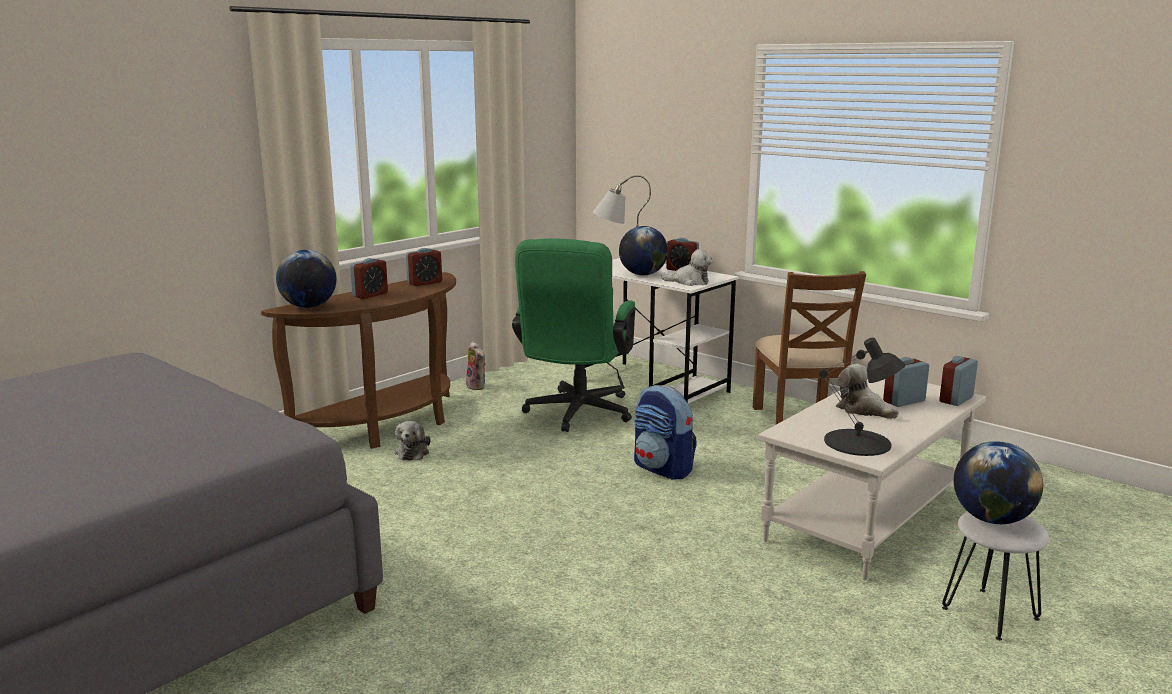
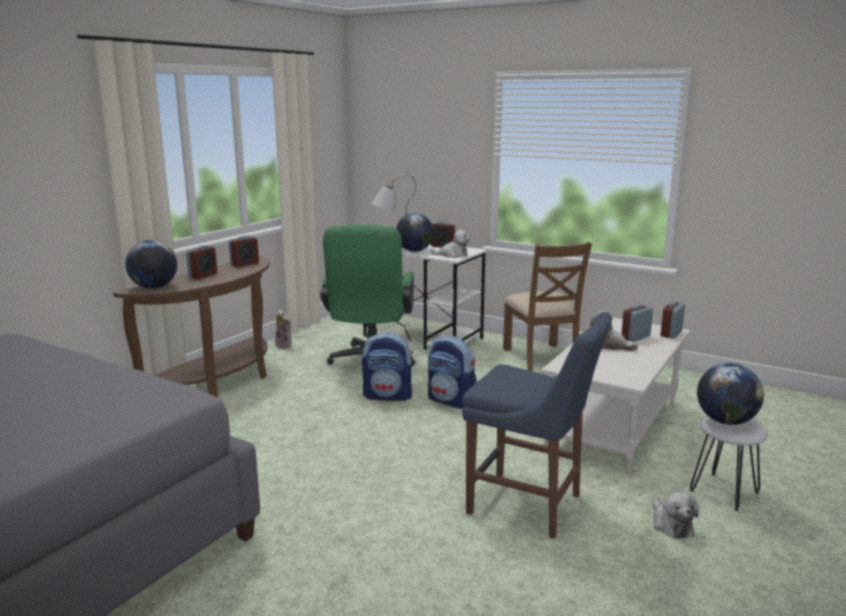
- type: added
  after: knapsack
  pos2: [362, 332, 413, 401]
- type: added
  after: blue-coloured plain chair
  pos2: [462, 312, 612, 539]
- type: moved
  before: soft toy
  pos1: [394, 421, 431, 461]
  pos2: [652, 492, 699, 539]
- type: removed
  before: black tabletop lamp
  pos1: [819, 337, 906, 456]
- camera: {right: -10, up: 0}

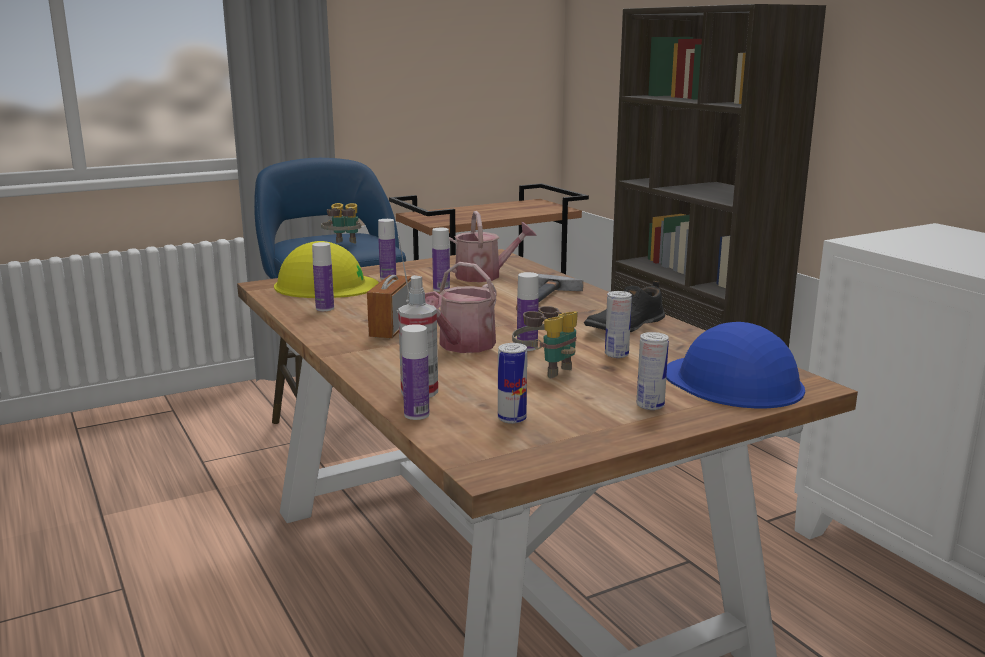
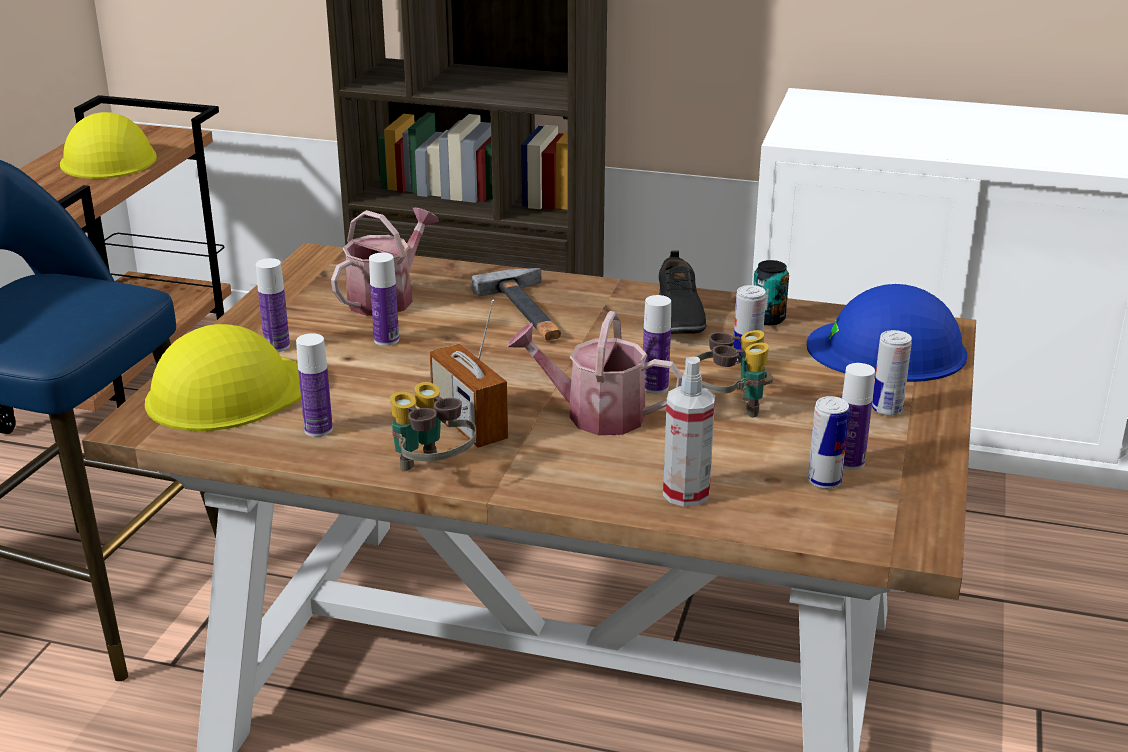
- type: added
  after: yellow-coloured safety helmet
  pos2: [60, 112, 157, 179]
- type: moved
  before: field glasses
  pos1: [321, 203, 361, 244]
  pos2: [390, 382, 476, 472]
- type: turned
  before: sprinkling can
  pos1: [425, 262, 497, 353]
  pos2: [507, 311, 683, 435]
  turn: 120
- type: added
  after: can
  pos2: [753, 260, 789, 325]
- type: moved
  before: beverage bottle
  pos1: [402, 324, 429, 420]
  pos2: [842, 363, 875, 470]
- camera: {right: -45, up: 10}

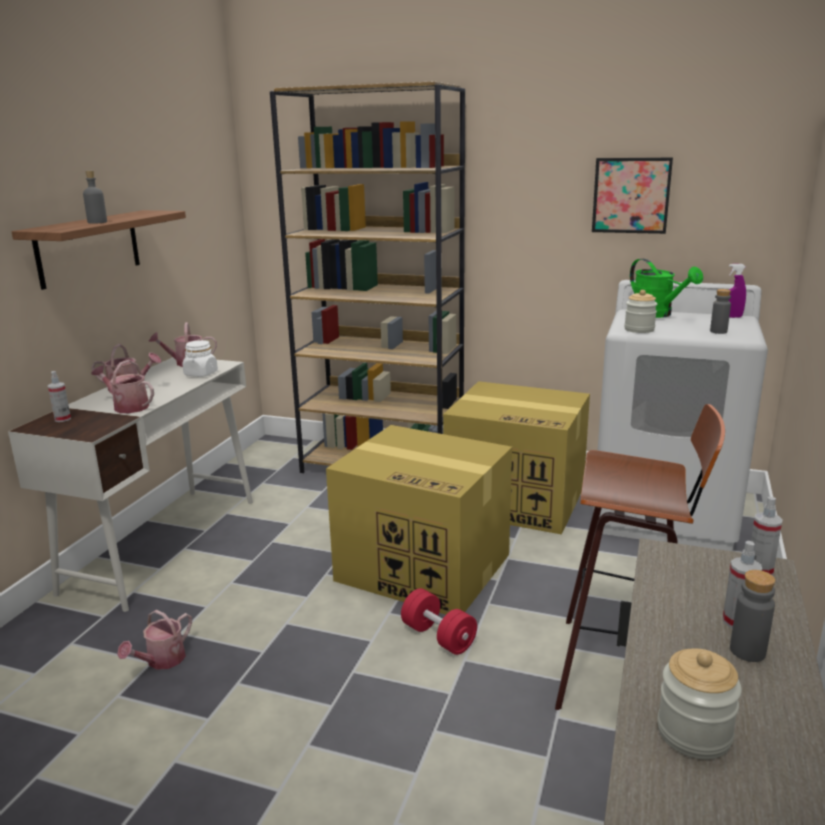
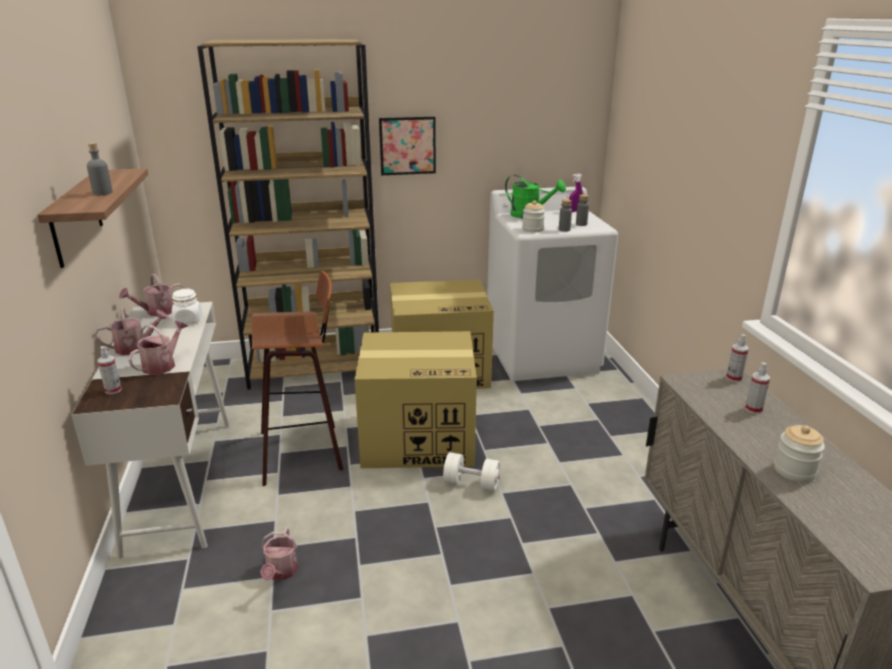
- type: turned
  before: sprinkling can
  pos1: [91, 360, 154, 413]
  pos2: [128, 320, 188, 375]
  turn: 120
- type: moved
  before: stool seat
  pos1: [555, 404, 725, 710]
  pos2: [252, 271, 343, 486]
- type: moved
  before: wall picture
  pos1: [592, 158, 673, 234]
  pos2: [379, 117, 436, 175]
- type: recoloured
  before: reddish free weight
  after: white free weight
  pos1: [401, 588, 477, 655]
  pos2: [443, 452, 500, 491]
- type: moved
  before: grey beverage bottle
  pos1: [730, 570, 776, 662]
  pos2: [559, 199, 572, 232]
- camera: {right: -30, up: 5}

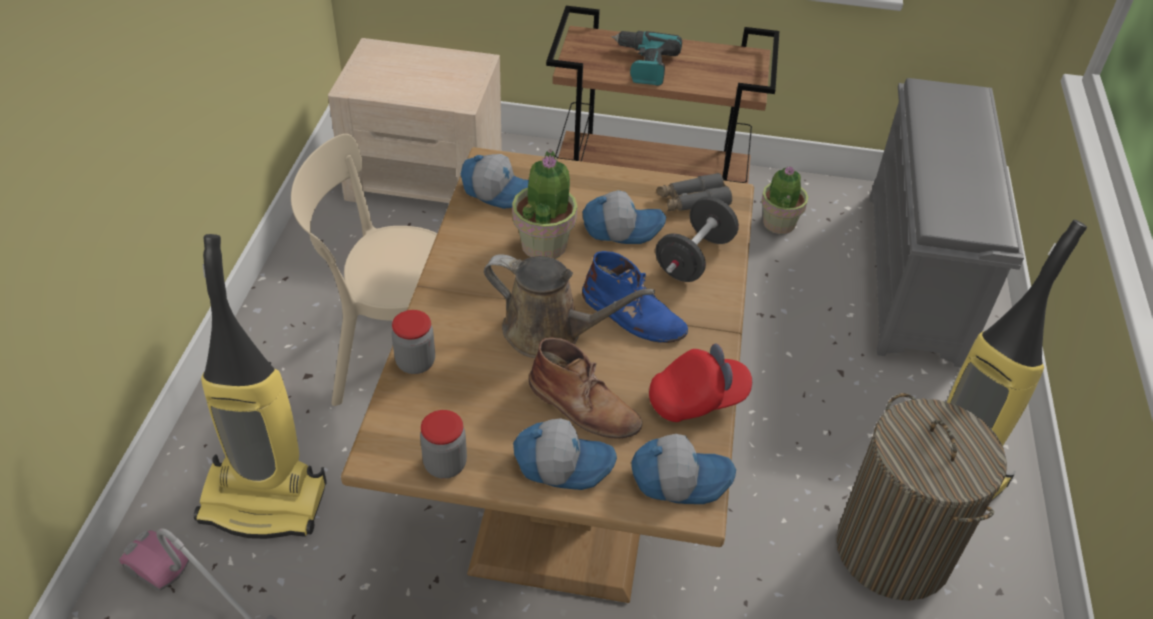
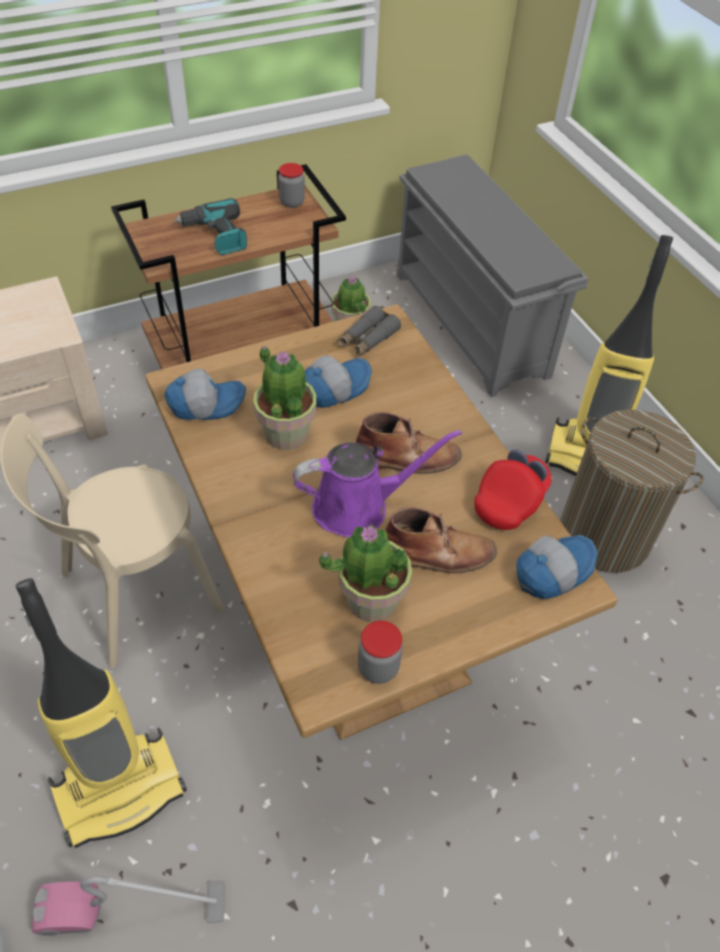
- type: moved
  before: jar
  pos1: [392, 310, 435, 374]
  pos2: [278, 163, 305, 208]
- type: recoloured
  before: brown sprinkling can
  after: purple sprinkling can
  pos1: [484, 254, 655, 358]
  pos2: [293, 429, 462, 537]
- type: added
  after: plant in a pot
  pos2: [319, 524, 412, 622]
- type: recoloured
  before: blue-coloured high-top boot
  after: brown high-top boot
  pos1: [582, 251, 688, 343]
  pos2: [356, 412, 462, 474]
- type: removed
  before: baseball cap
  pos1: [513, 418, 617, 490]
- type: removed
  before: black free weight
  pos1: [655, 197, 739, 282]
- camera: {right: -35, up: 5}

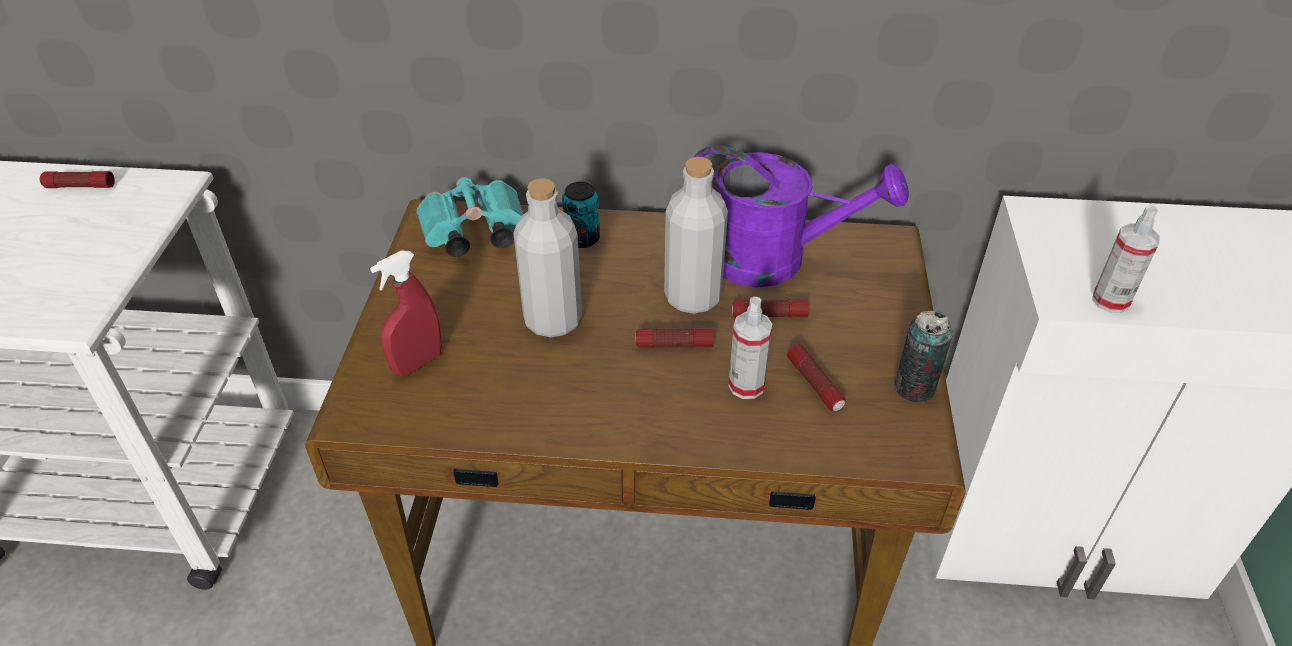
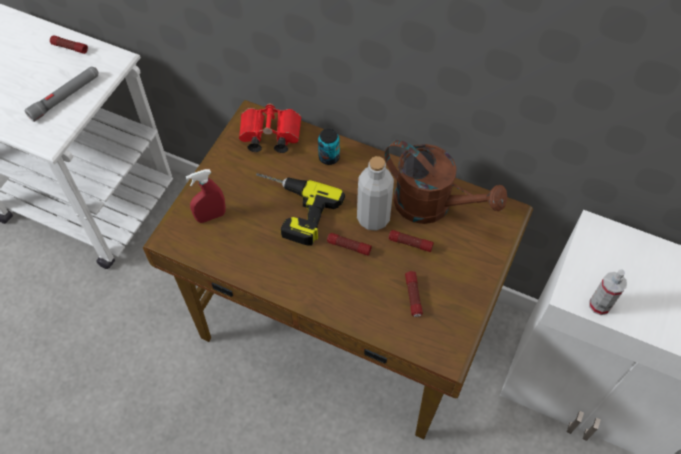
- type: added
  after: grey hand torch
  pos2: [25, 67, 98, 122]
- type: recoloured
  before: turquoise field glasses
  after: reddish field glasses
  pos1: [416, 177, 523, 257]
  pos2: [239, 103, 302, 153]
- type: replaced
  before: grey beverage bottle
  after: drill
  pos1: [513, 178, 582, 338]
  pos2: [256, 173, 345, 246]
- type: recoloured
  before: purple sprinkling can
  after: brown sprinkling can
  pos1: [694, 145, 909, 287]
  pos2: [384, 140, 507, 224]
- type: removed
  before: hand sprayer
  pos1: [729, 297, 772, 399]
- type: removed
  before: can
  pos1: [894, 311, 953, 403]
- camera: {right: 20, up: 15}

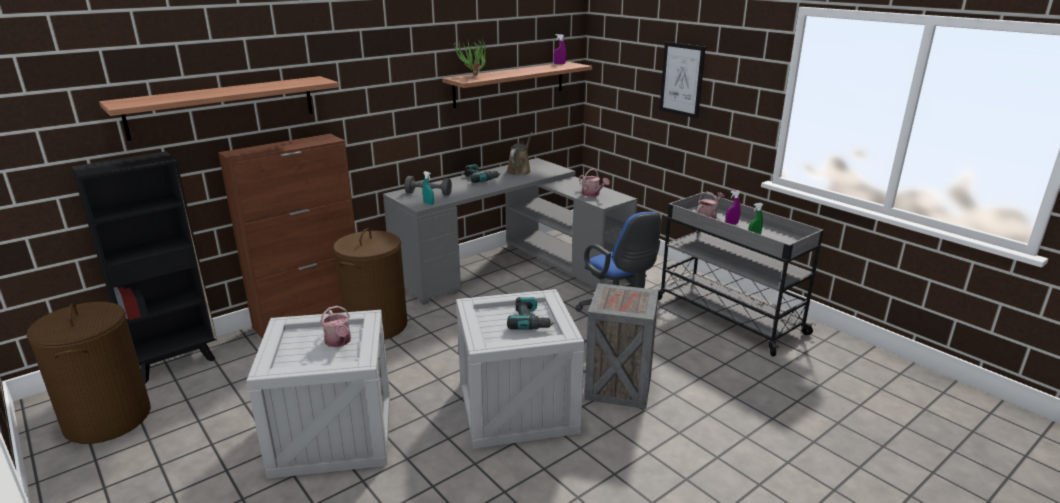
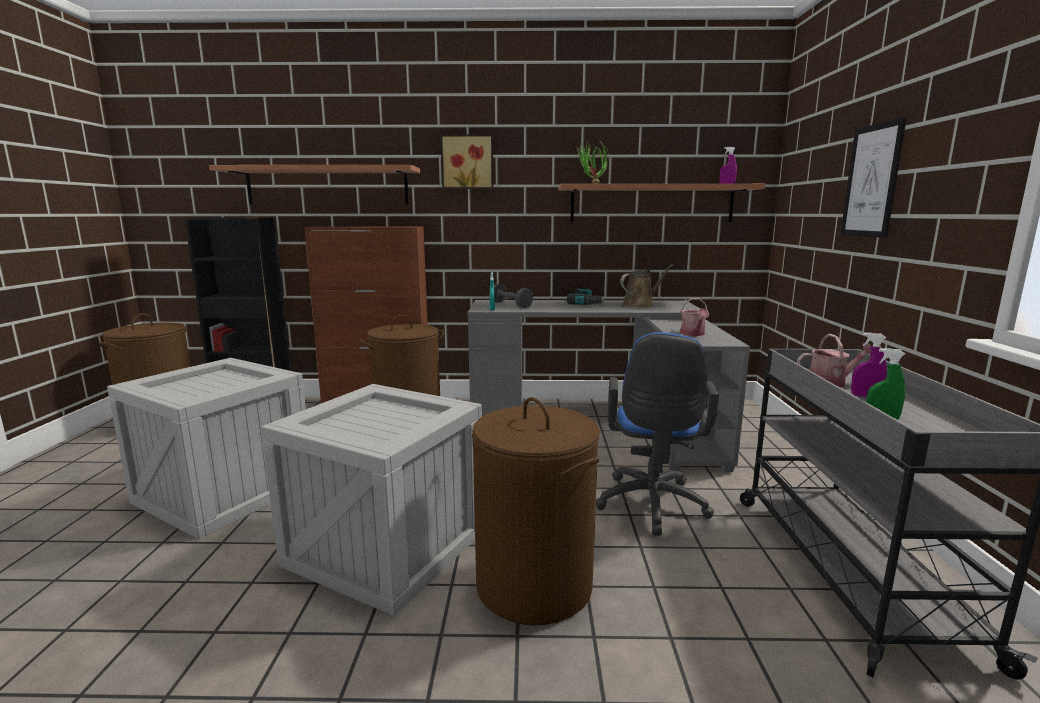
- type: added
  after: wall picture
  pos2: [441, 135, 493, 189]
- type: replaced
  before: crate
  after: brown laundry basket
  pos1: [585, 283, 659, 409]
  pos2: [472, 397, 600, 625]
- type: removed
  before: sprinkling can
  pos1: [320, 306, 351, 347]
- type: removed
  before: drill
  pos1: [507, 297, 556, 330]
- camera: {right: 40, up: -10}

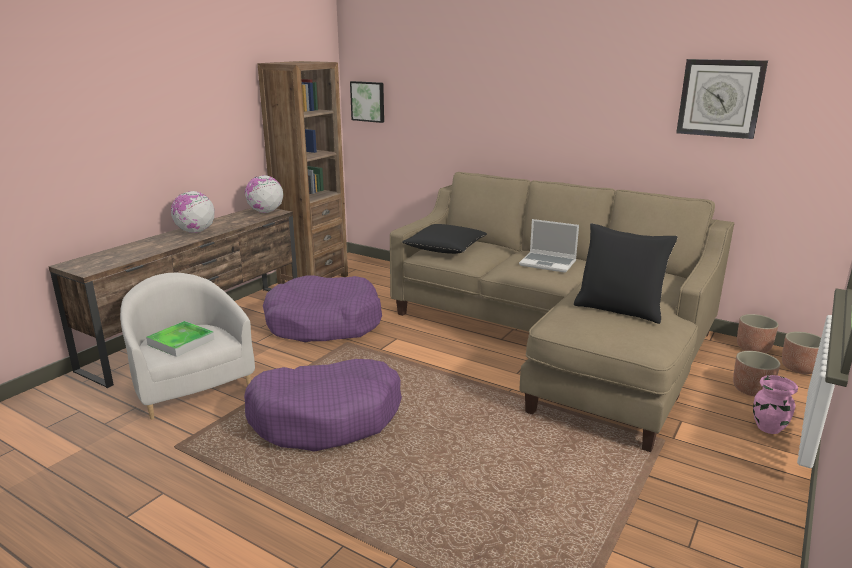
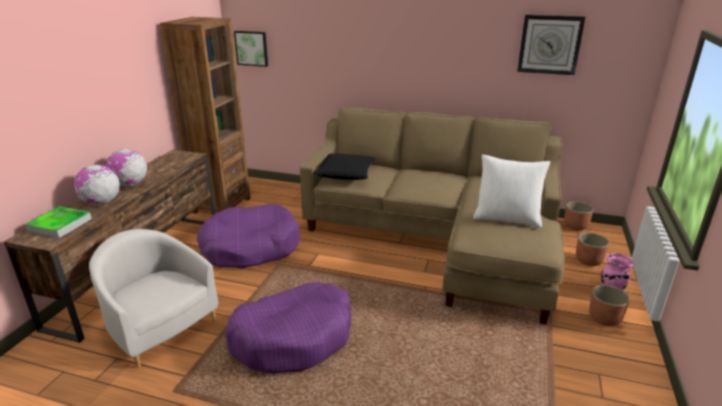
- type: moved
  before: serving tray
  pos1: [146, 321, 214, 357]
  pos2: [25, 206, 92, 238]
- type: moved
  before: desk globe
  pos1: [245, 175, 283, 213]
  pos2: [74, 165, 120, 205]
- type: recoloured
  before: black cushion
  after: white cushion
  pos1: [574, 223, 678, 324]
  pos2: [473, 154, 550, 228]
- type: moved
  before: flower pot
  pos1: [782, 331, 821, 374]
  pos2: [589, 285, 630, 326]
- type: removed
  before: portable computer
  pos1: [519, 219, 579, 273]
- camera: {right: -15, up: 5}

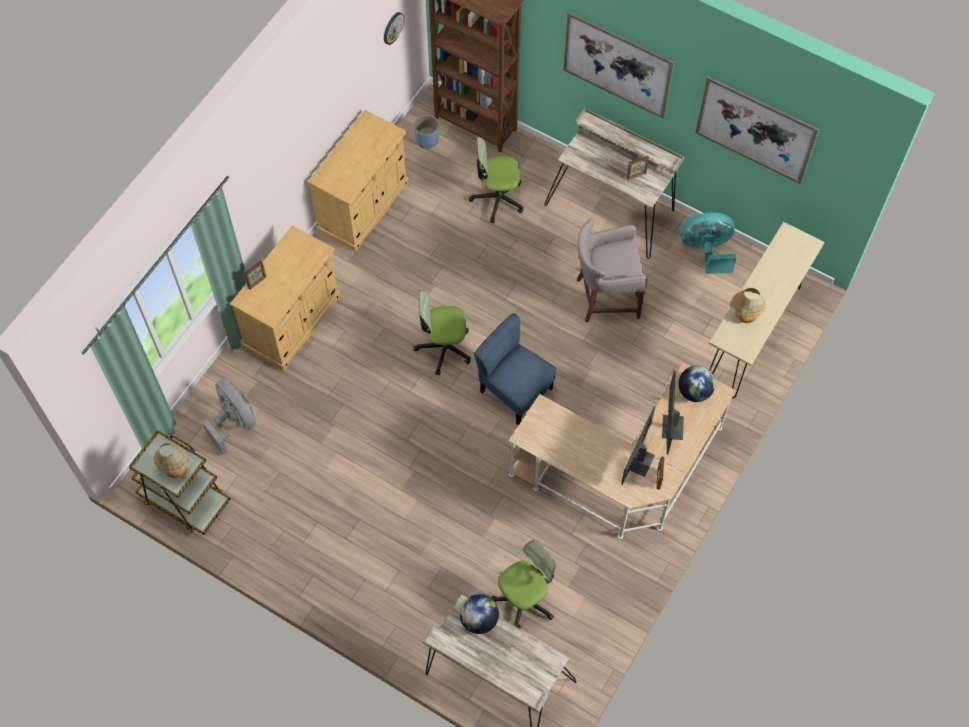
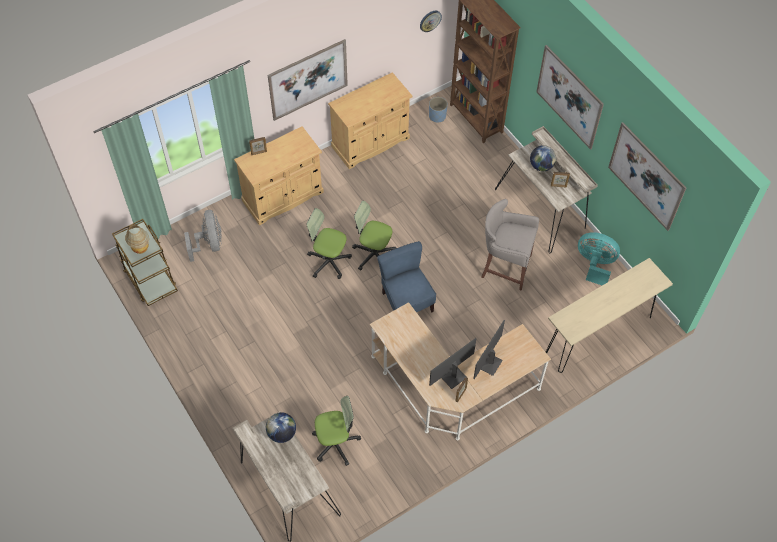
- type: added
  after: wall picture
  pos2: [268, 39, 348, 121]
- type: moved
  before: computer chair
  pos1: [469, 137, 523, 223]
  pos2: [306, 208, 352, 279]
- type: moved
  before: desk globe
  pos1: [678, 366, 715, 402]
  pos2: [530, 145, 556, 171]
- type: removed
  before: tabletop lamp
  pos1: [731, 288, 766, 323]
- camera: {right: 25, up: -5}

